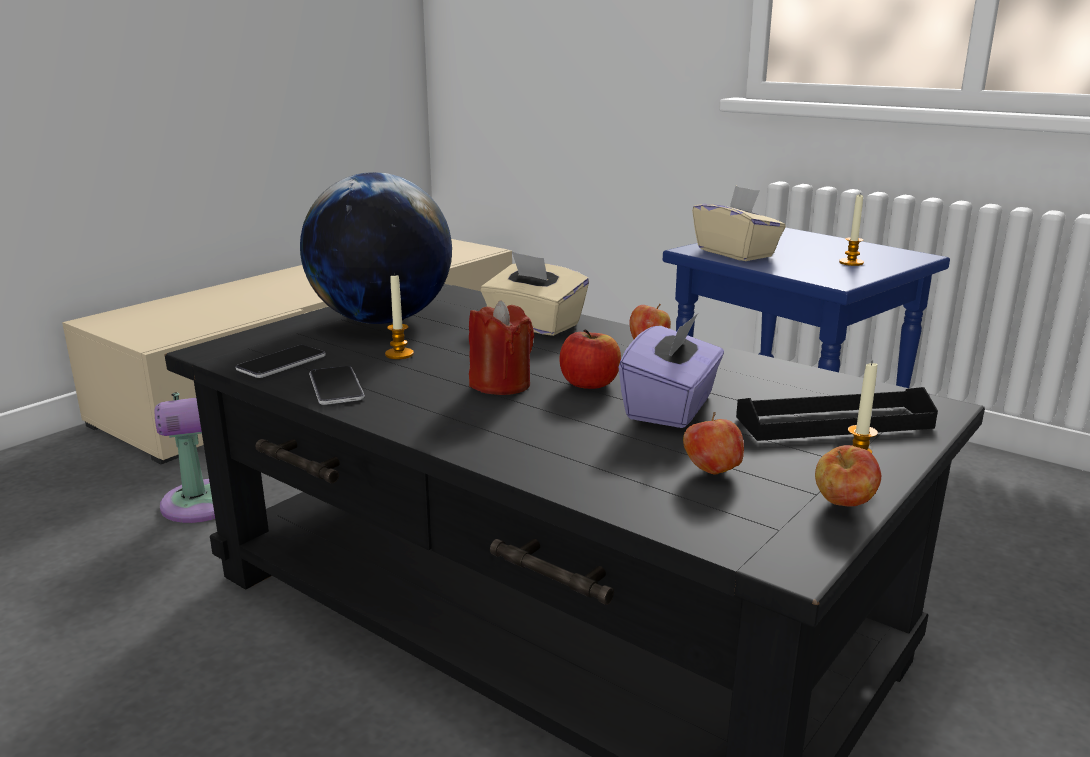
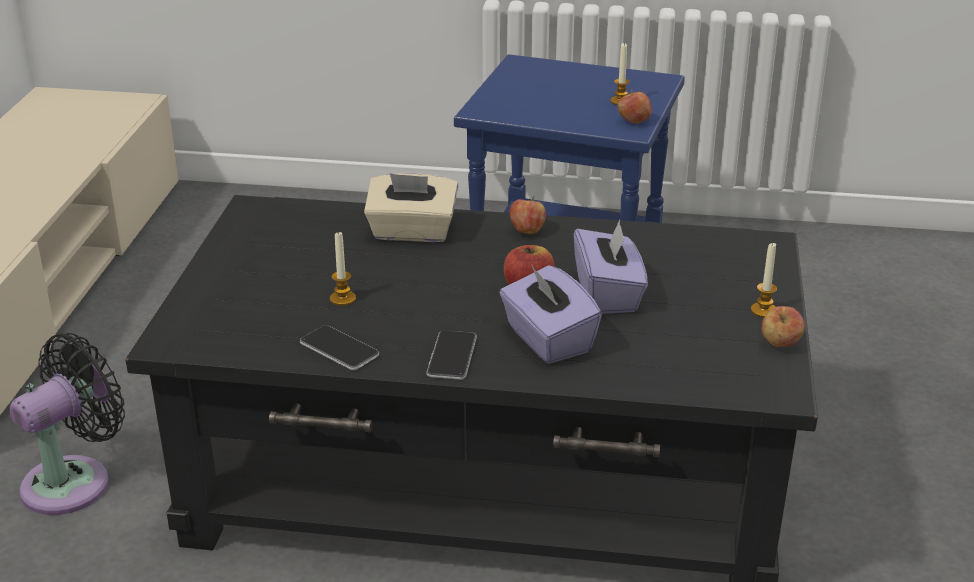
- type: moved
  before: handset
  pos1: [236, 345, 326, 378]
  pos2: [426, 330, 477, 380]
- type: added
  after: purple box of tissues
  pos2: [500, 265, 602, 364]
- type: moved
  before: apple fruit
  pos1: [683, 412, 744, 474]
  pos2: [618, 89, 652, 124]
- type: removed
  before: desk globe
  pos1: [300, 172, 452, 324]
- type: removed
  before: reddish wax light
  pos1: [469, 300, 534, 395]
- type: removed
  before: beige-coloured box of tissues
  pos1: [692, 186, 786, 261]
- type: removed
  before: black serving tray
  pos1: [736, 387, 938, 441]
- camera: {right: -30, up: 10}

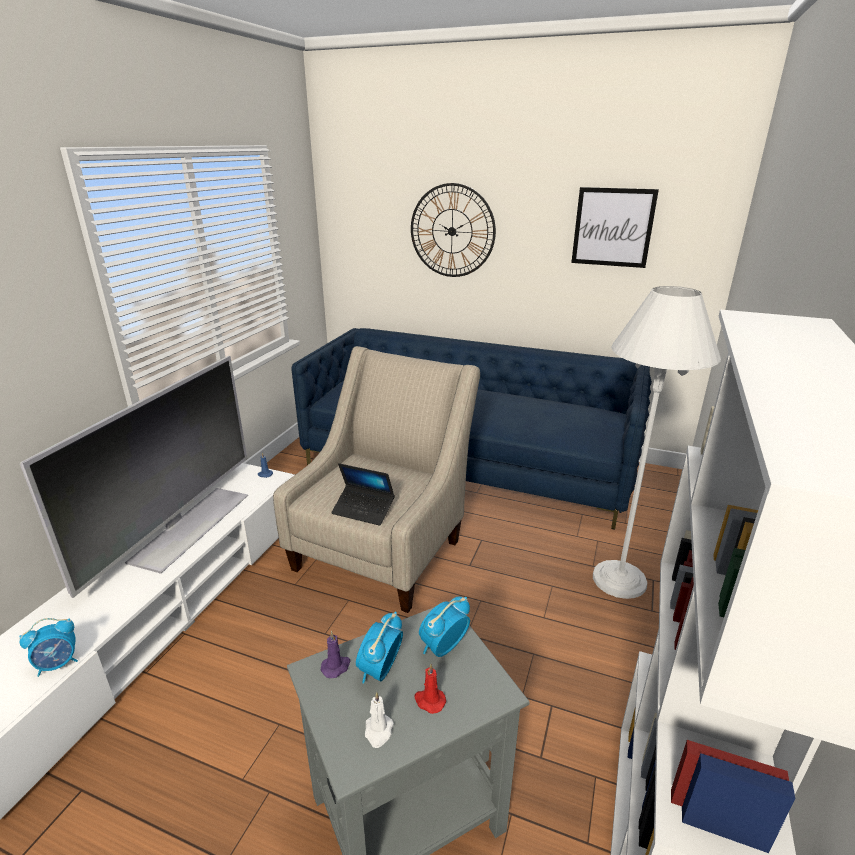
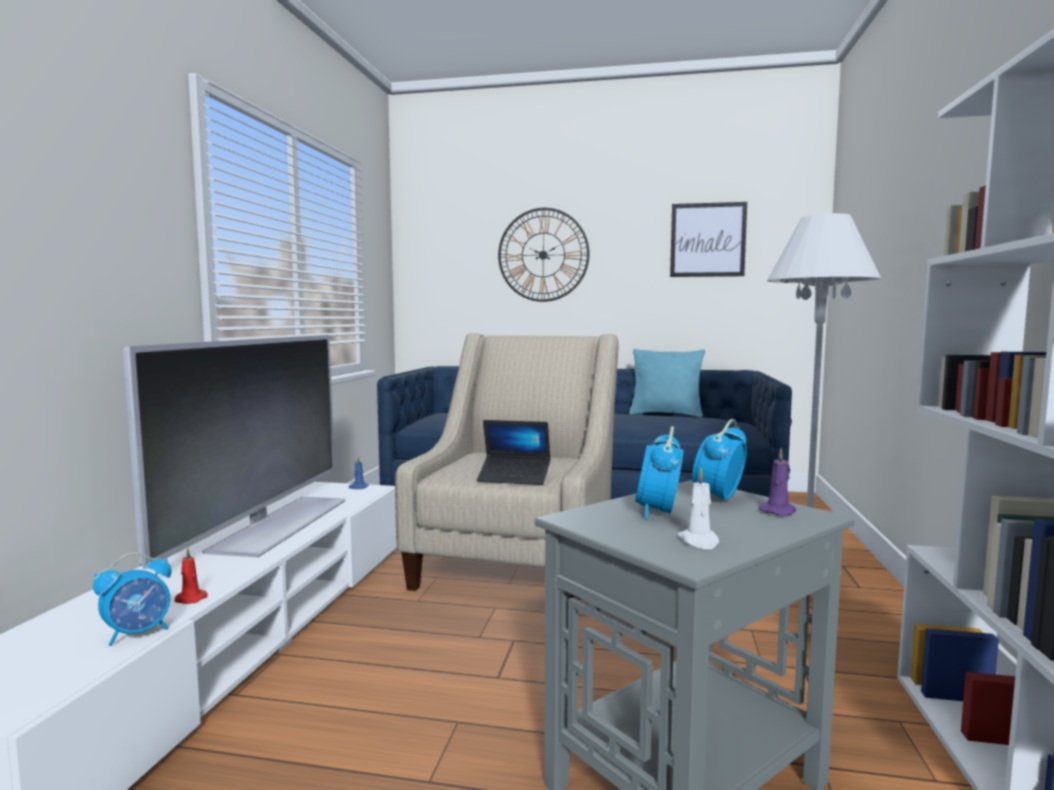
- type: moved
  before: reddish wax light
  pos1: [415, 664, 446, 714]
  pos2: [174, 547, 208, 604]
- type: added
  after: turquoise cushion
  pos2: [629, 349, 705, 417]
- type: moved
  before: purple wax light
  pos1: [321, 631, 350, 678]
  pos2: [759, 448, 796, 516]
- camera: {right: -10, up: -20}

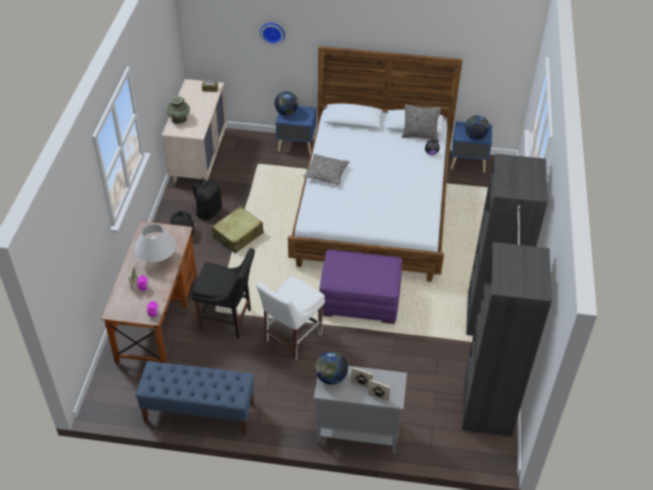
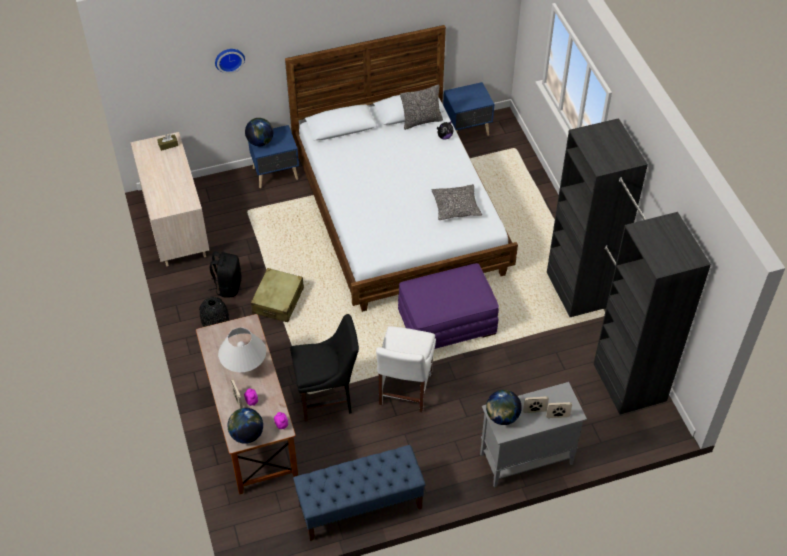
- type: moved
  before: desk globe
  pos1: [465, 115, 489, 140]
  pos2: [227, 408, 263, 444]
- type: moved
  before: cushion
  pos1: [303, 154, 350, 185]
  pos2: [432, 184, 482, 220]
- type: removed
  before: turquoise flower vase
  pos1: [166, 96, 190, 124]
- camera: {right: -25, up: 5}

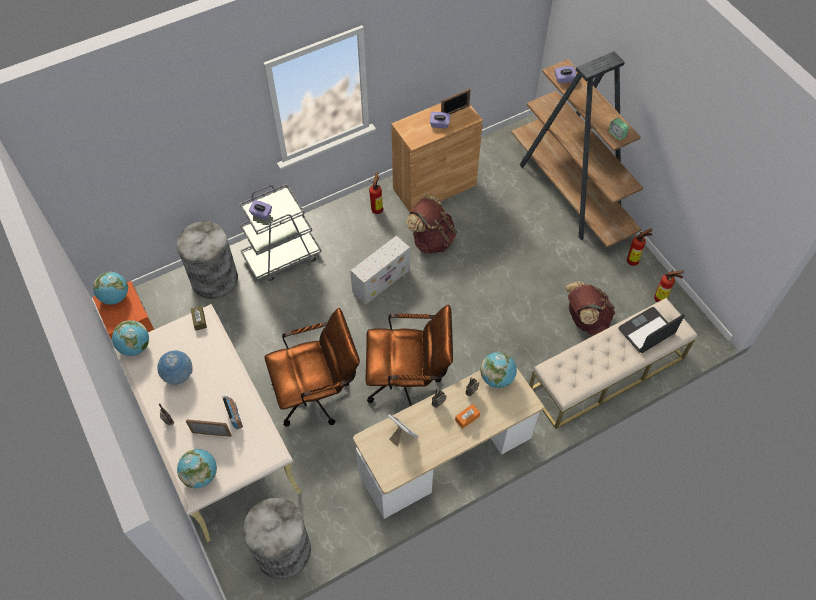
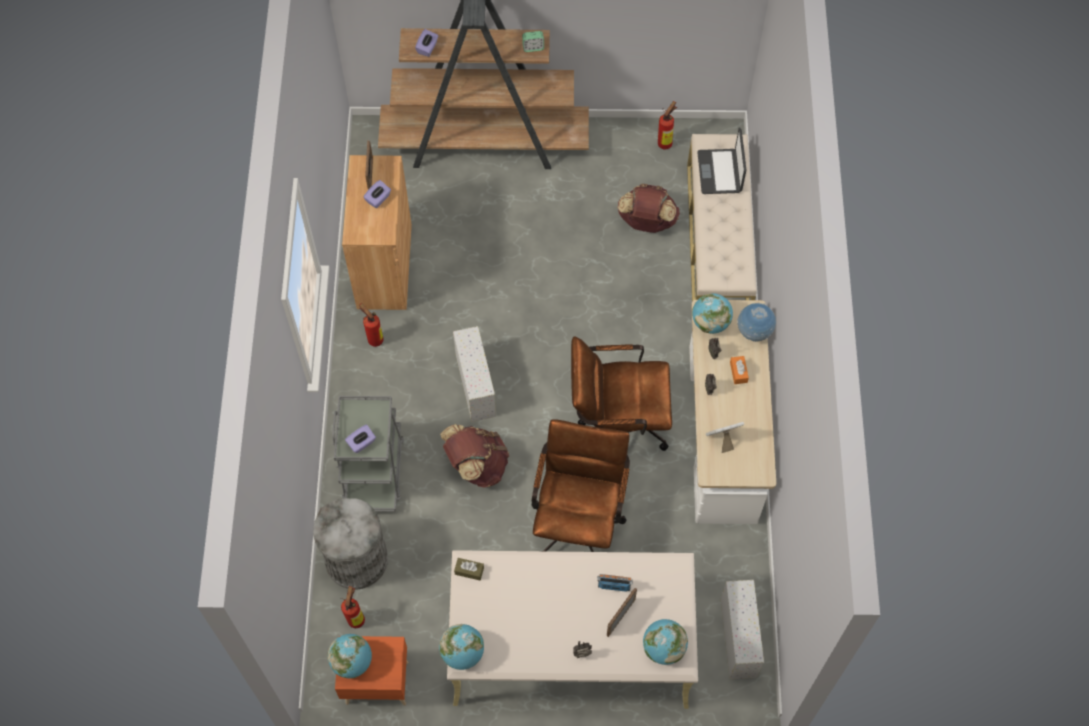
- type: moved
  before: fire extinguisher
  pos1: [627, 228, 653, 266]
  pos2: [341, 586, 365, 628]
- type: moved
  before: brown knapsack
  pos1: [406, 195, 457, 254]
  pos2: [440, 424, 509, 488]
- type: turned
  before: brown computer chair
  pos1: [366, 305, 453, 406]
  pos2: [571, 336, 672, 451]
  turn: -120
- type: replaced
  before: grey trash can
  after: white storage box
  pos1: [243, 498, 311, 579]
  pos2: [721, 580, 764, 679]
- type: moved
  before: desk globe
  pos1: [157, 350, 193, 385]
  pos2: [737, 303, 776, 342]
- camera: {right: -60, up: 5}

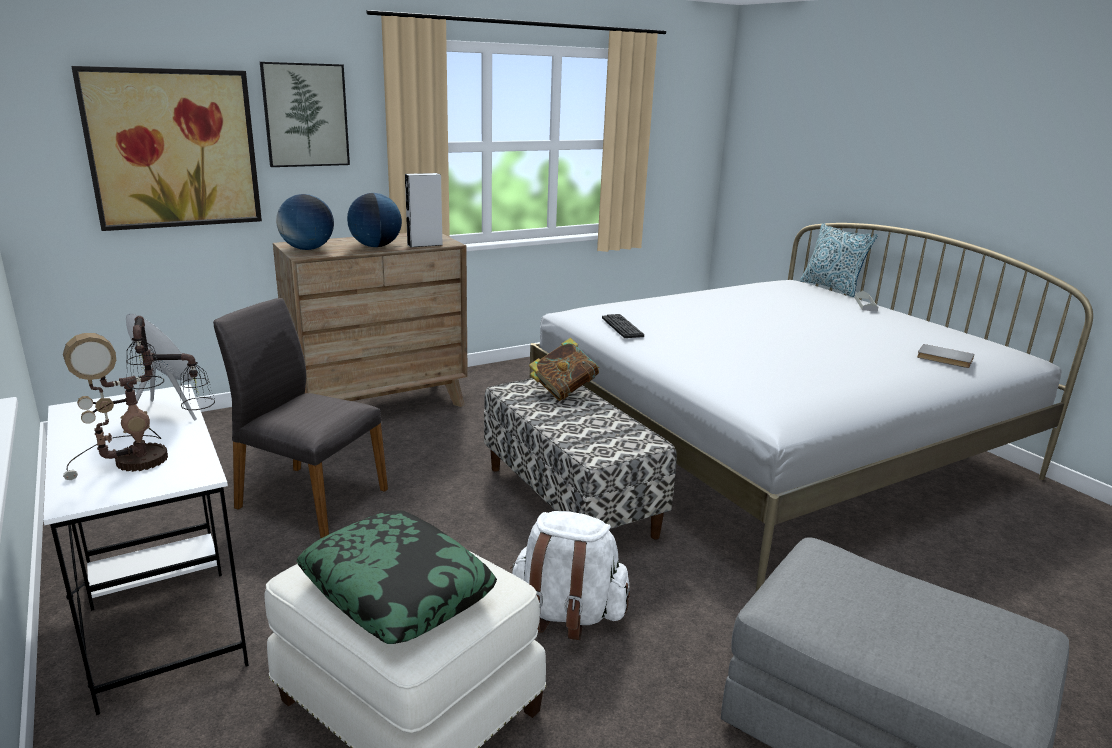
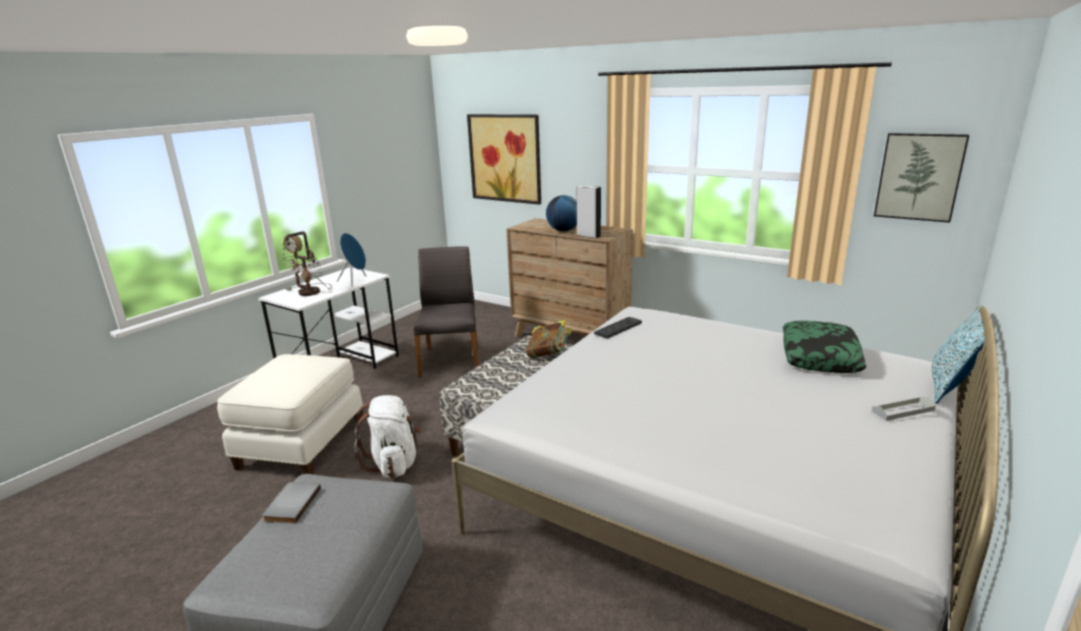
- type: moved
  before: grey volume
  pos1: [917, 344, 974, 368]
  pos2: [262, 482, 321, 523]
- type: moved
  before: cushion
  pos1: [296, 510, 497, 644]
  pos2: [783, 321, 866, 373]
- type: moved
  before: wall picture
  pos1: [260, 62, 350, 167]
  pos2: [874, 133, 969, 223]
- type: removed
  before: desk globe
  pos1: [276, 194, 334, 250]
- camera: {right: 65, up: 0}

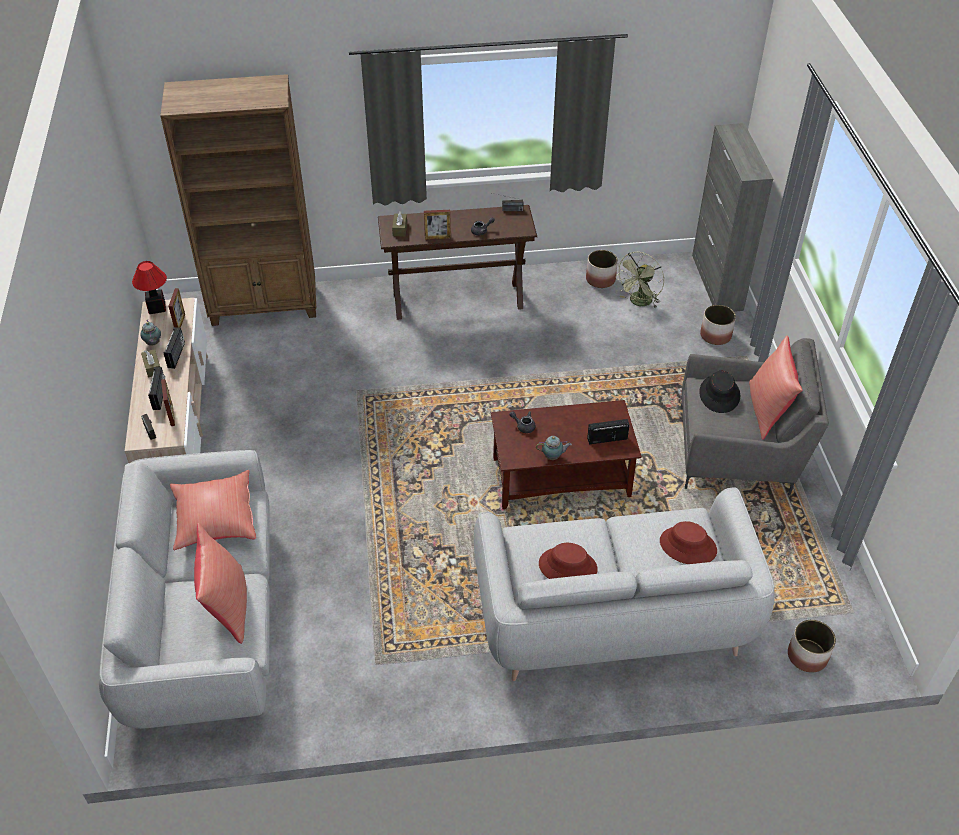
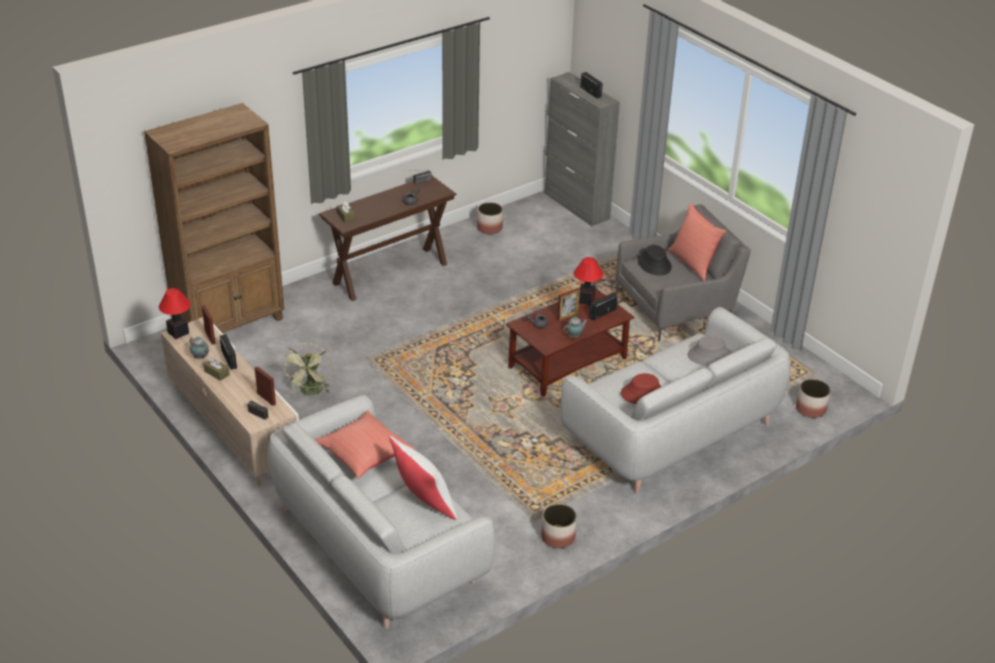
- type: moved
  before: greenish fan
  pos1: [615, 252, 664, 308]
  pos2: [282, 343, 333, 396]
- type: recoloured
  before: reddish cushion
  after: white cushion
  pos1: [194, 523, 247, 644]
  pos2: [389, 436, 457, 520]
- type: moved
  before: flower pot
  pos1: [700, 305, 736, 345]
  pos2: [541, 504, 577, 548]
- type: moved
  before: standing frame
  pos1: [424, 210, 451, 240]
  pos2: [557, 288, 580, 321]
- type: added
  after: tabletop lamp
  pos2: [574, 257, 603, 305]
- type: moved
  before: radio set
  pos1: [148, 367, 165, 410]
  pos2: [581, 72, 602, 99]
- type: recoloured
  before: reddish hat
  after: grey hat
  pos1: [660, 521, 717, 564]
  pos2: [687, 336, 732, 366]
- camera: {right: -30, up: -10}

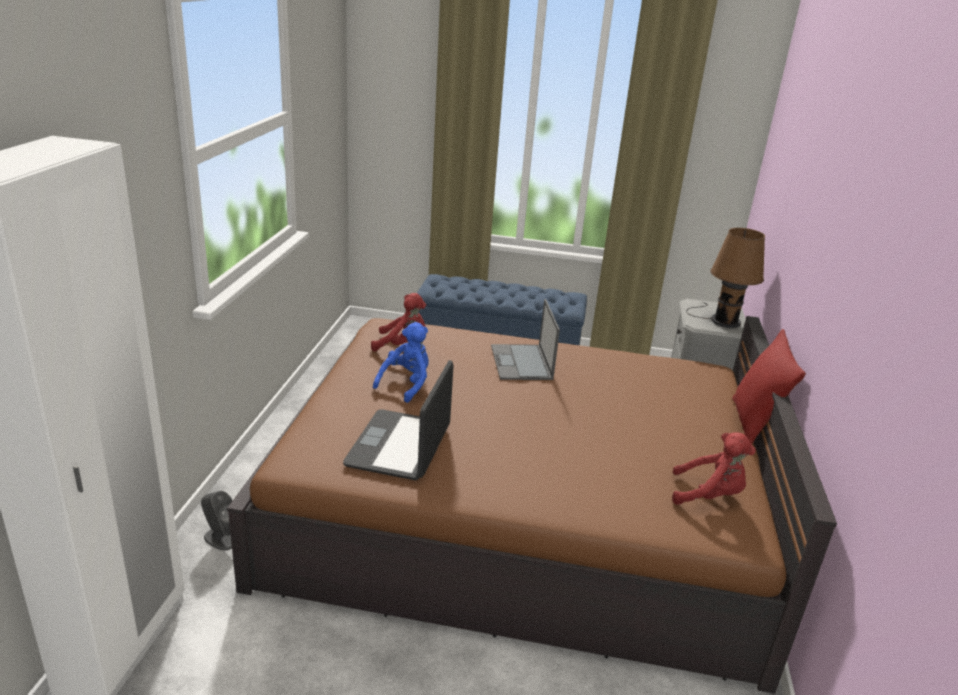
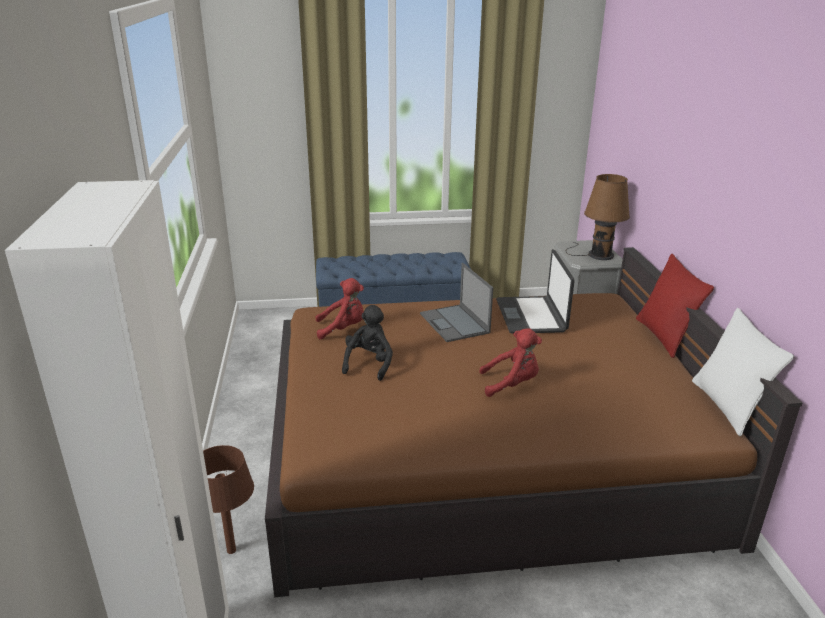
- type: replaced
  before: grey loudspeaker
  after: brown tabletop lamp
  pos1: [201, 491, 232, 550]
  pos2: [203, 445, 254, 554]
- type: recoloured
  before: blue-coloured soft toy
  after: black soft toy
  pos1: [373, 322, 429, 403]
  pos2: [342, 305, 393, 381]
- type: moved
  before: reddish soft toy
  pos1: [672, 432, 756, 505]
  pos2: [479, 328, 542, 397]
- type: moved
  before: portable computer
  pos1: [343, 360, 454, 480]
  pos2: [496, 249, 575, 334]
- type: added
  after: white cushion
  pos2: [692, 308, 794, 436]
- camera: {right: -15, up: 0}

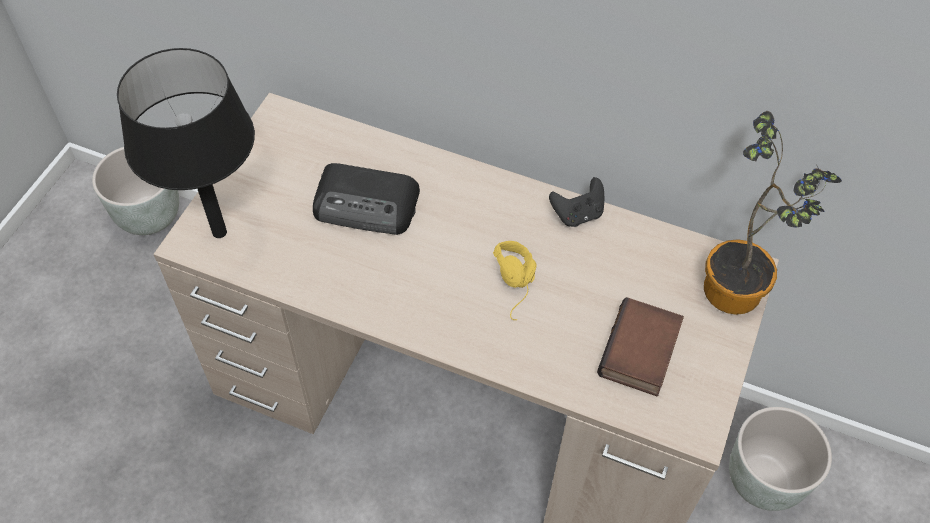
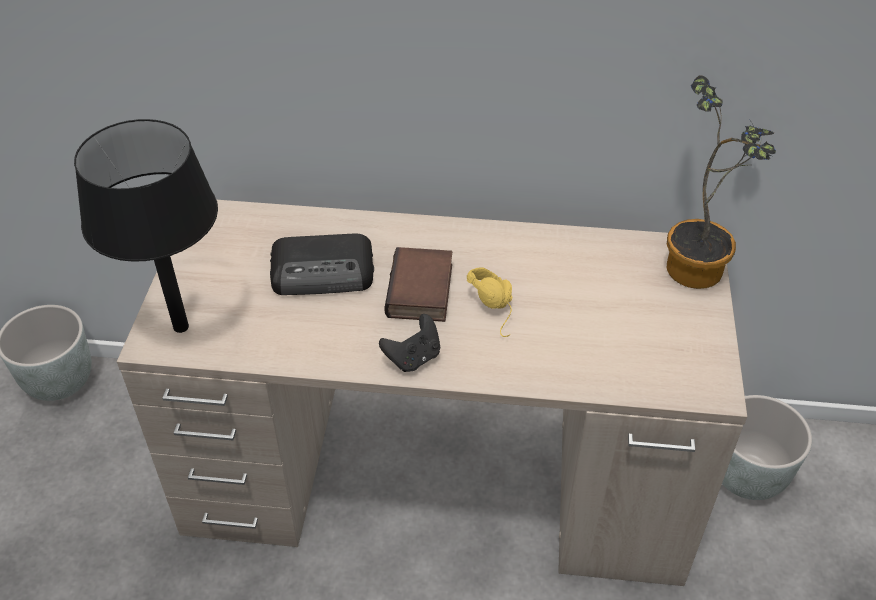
- type: moved
  before: black gamepad
  pos1: [549, 177, 604, 227]
  pos2: [379, 314, 440, 372]
- type: moved
  before: volume
  pos1: [597, 297, 684, 396]
  pos2: [384, 247, 452, 322]
- camera: {right: -15, up: -10}

